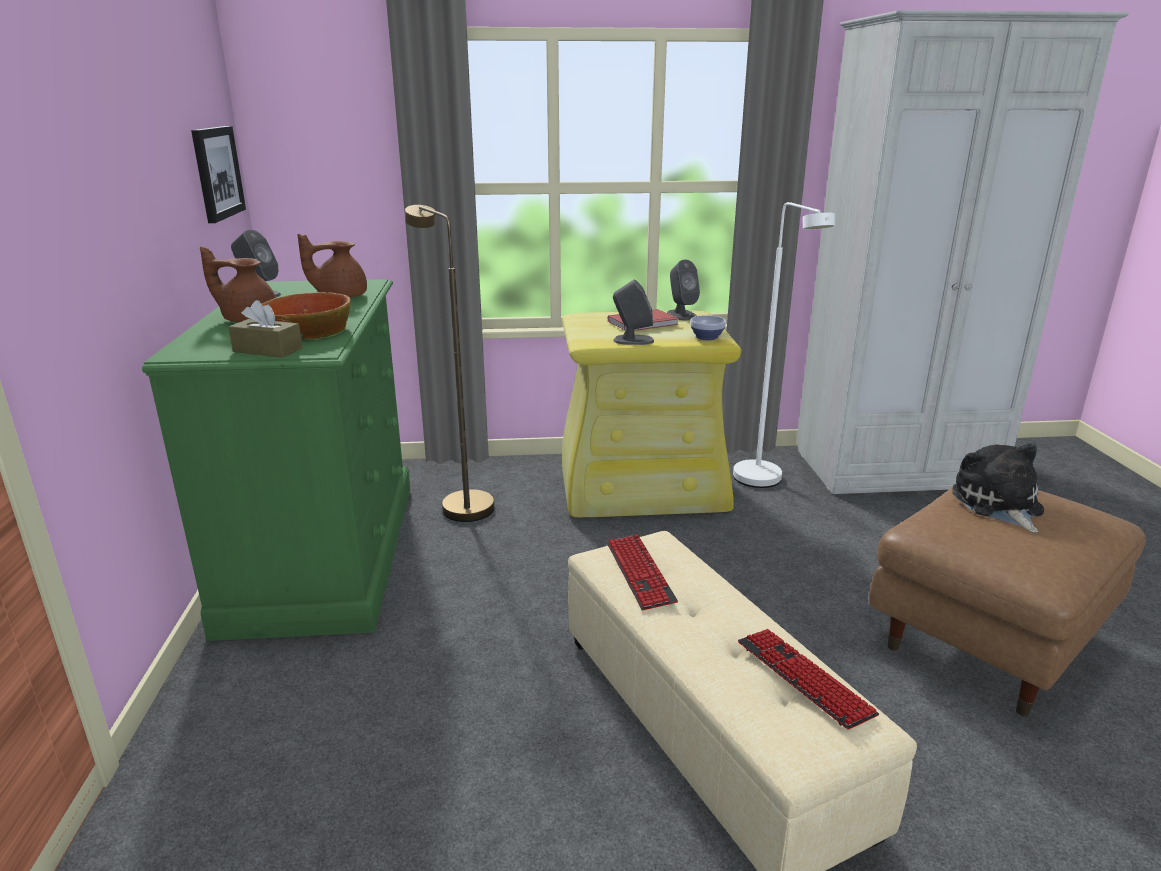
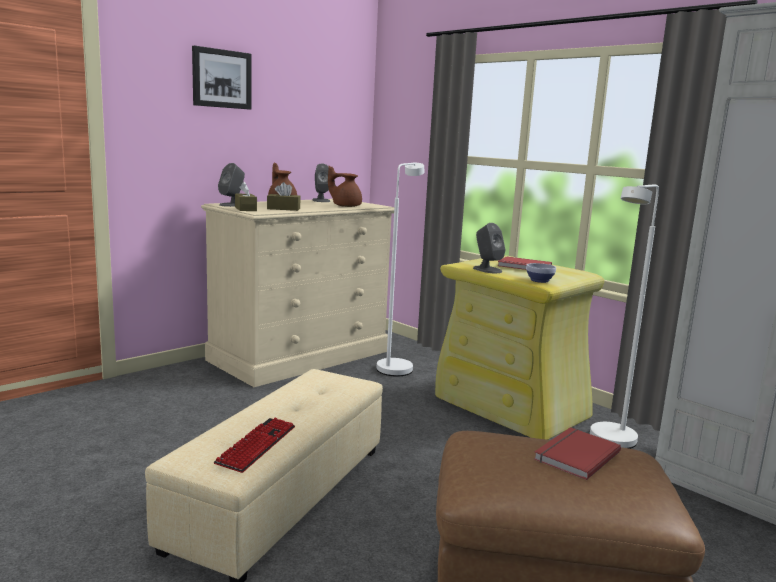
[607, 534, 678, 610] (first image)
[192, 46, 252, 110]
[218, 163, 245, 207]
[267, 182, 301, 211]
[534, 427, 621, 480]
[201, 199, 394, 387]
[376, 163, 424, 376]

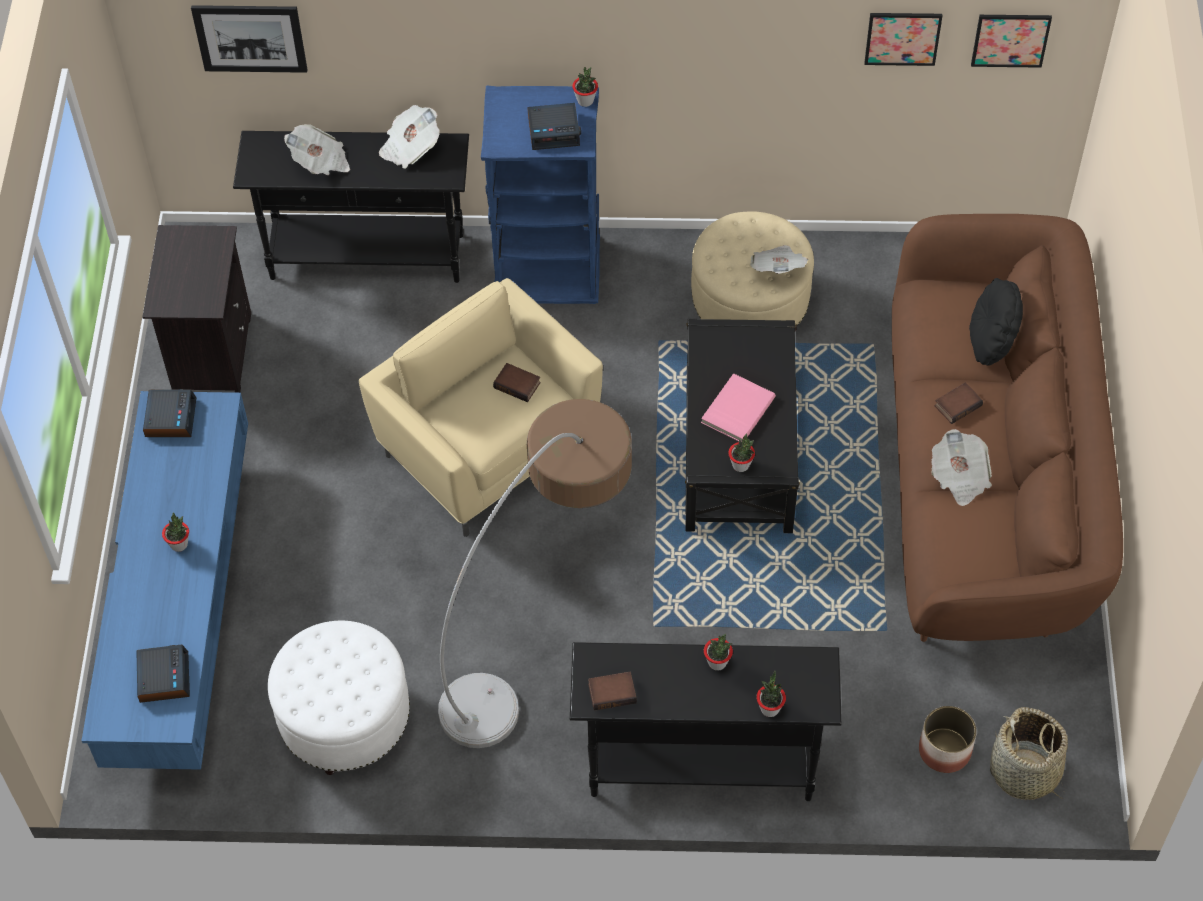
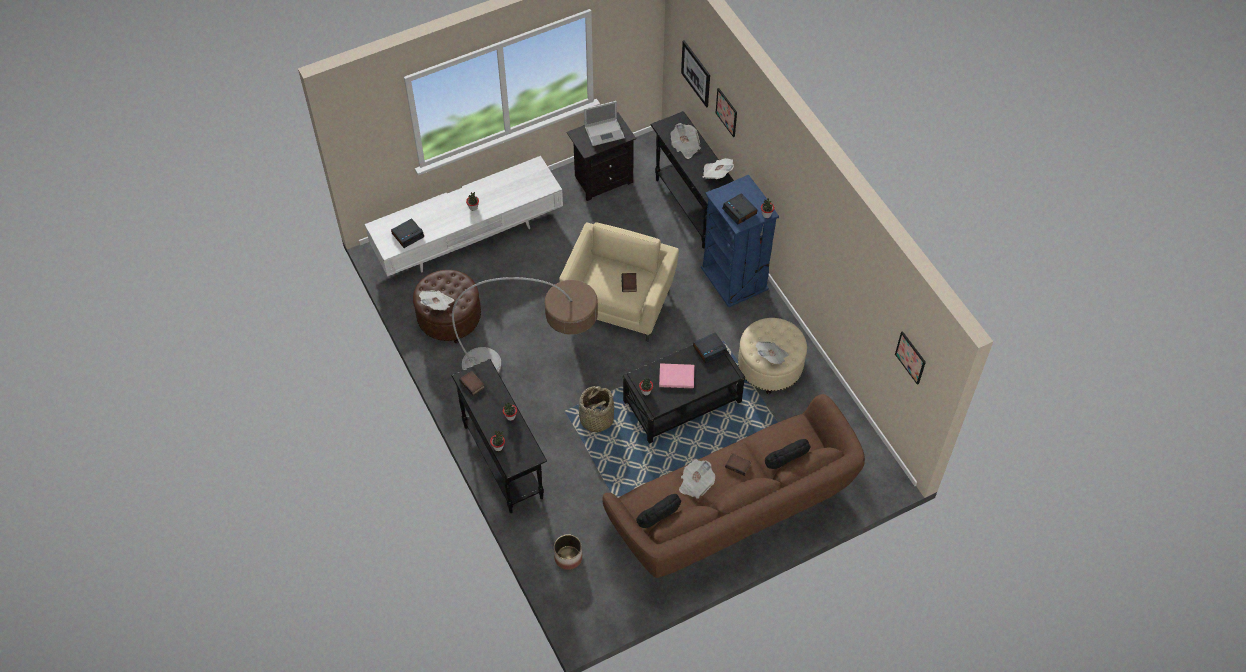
[419, 290, 454, 310]
[584, 101, 625, 146]
[636, 494, 681, 528]
[693, 332, 727, 364]
[716, 88, 737, 137]
[579, 386, 614, 434]
[365, 156, 563, 277]
[413, 270, 481, 343]

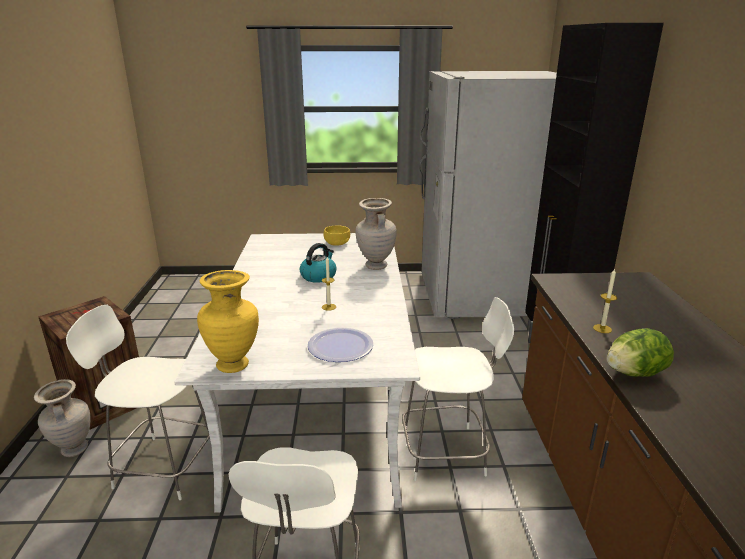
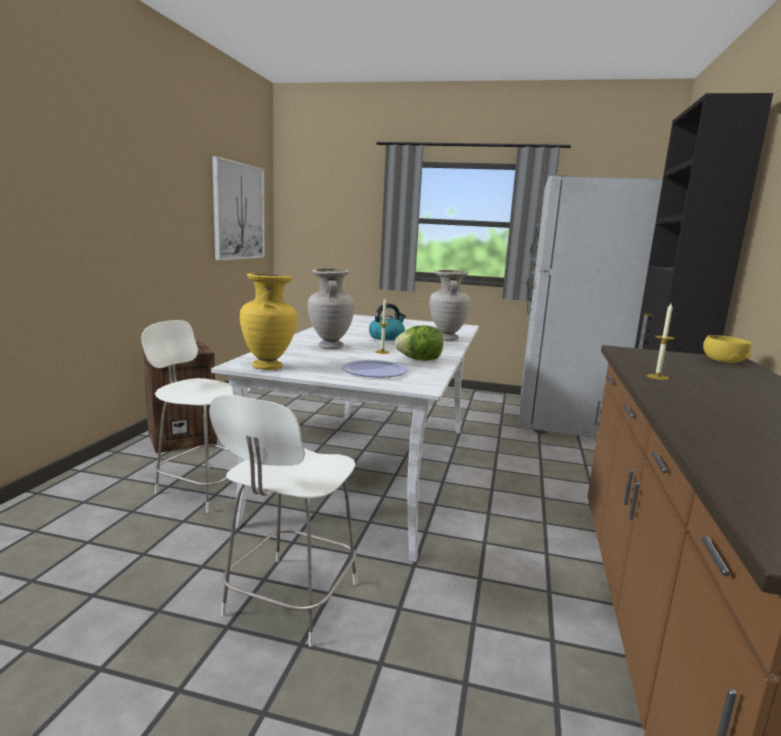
[402, 297, 514, 481] (first image)
[212, 156, 265, 261]
[308, 268, 355, 349]
[703, 335, 752, 363]
[395, 326, 443, 361]

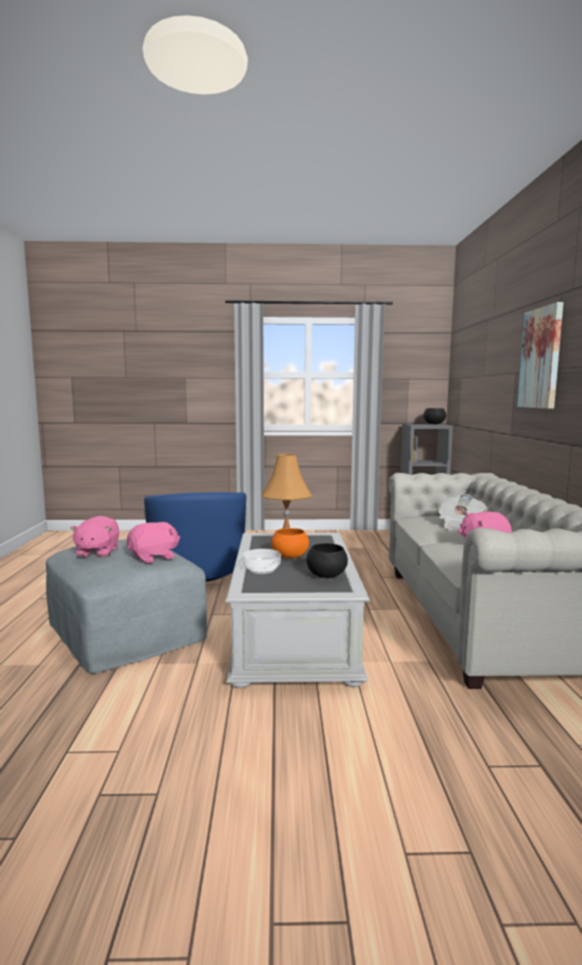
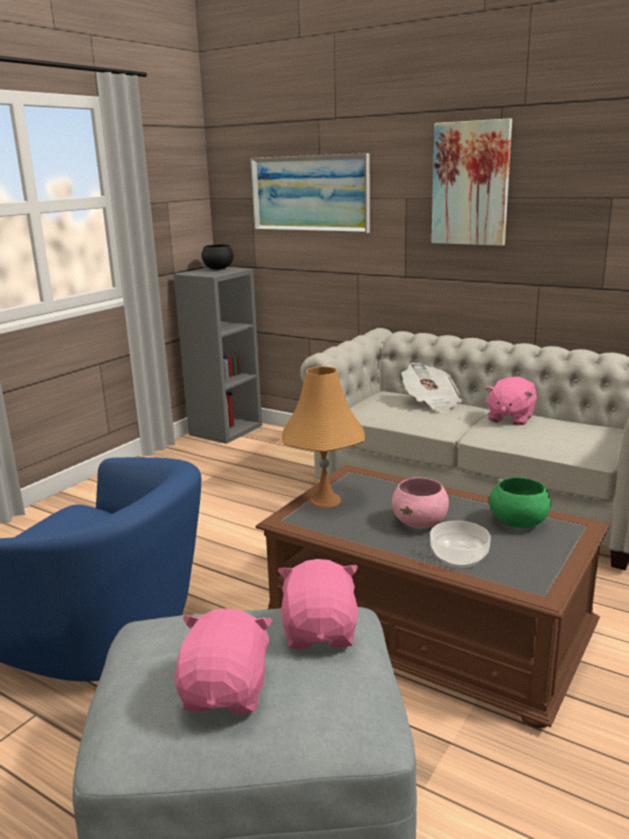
[250, 153, 370, 233]
[256, 465, 610, 728]
[392, 477, 449, 528]
[489, 477, 551, 528]
[174, 608, 272, 714]

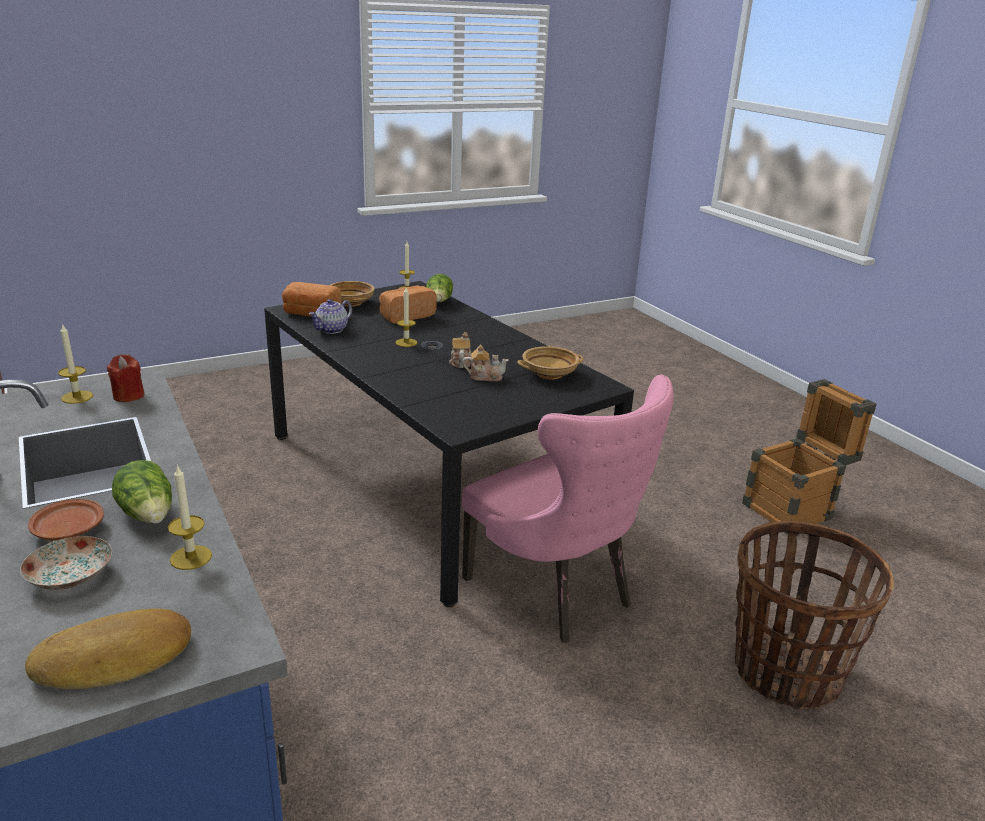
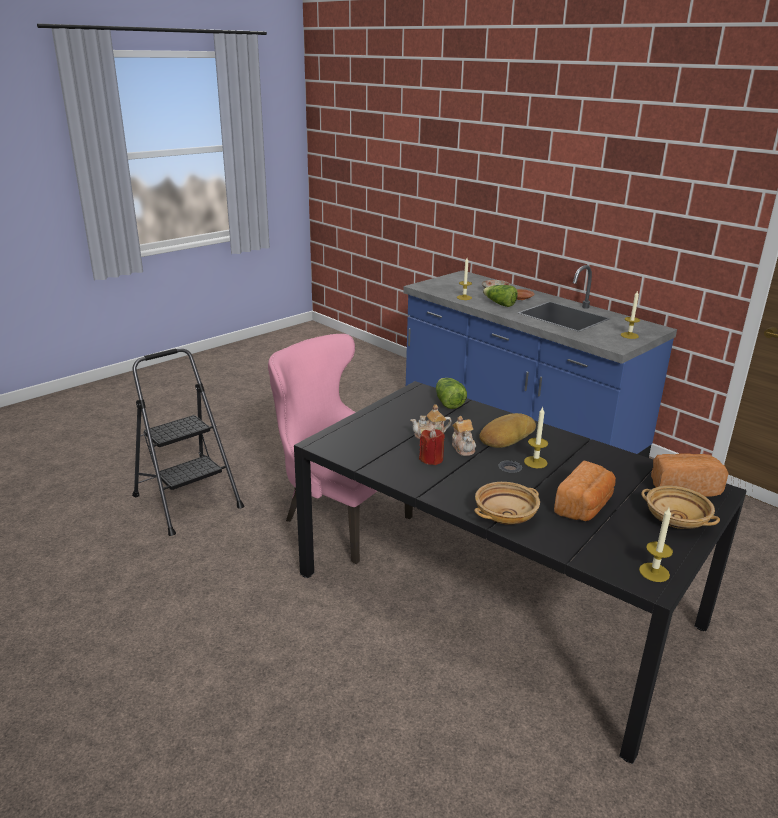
[309, 299, 352, 334] (first image)
[742, 379, 876, 534] (first image)
[479, 413, 536, 448]
[419, 429, 445, 465]
[436, 378, 467, 409]
[474, 482, 540, 525]
[132, 348, 244, 536]

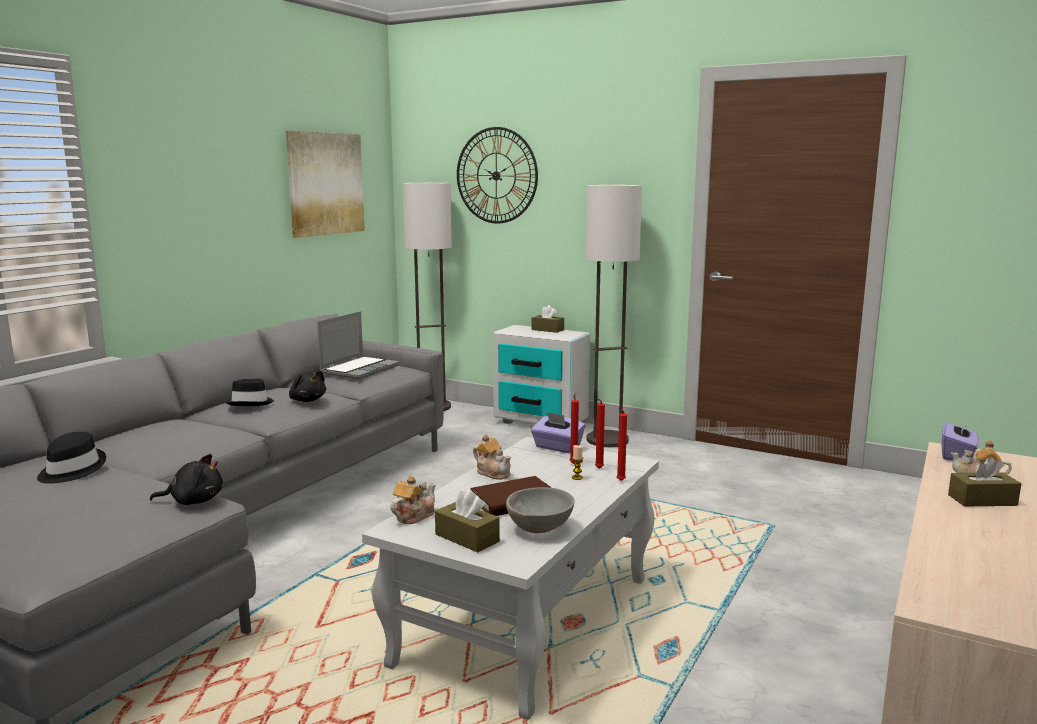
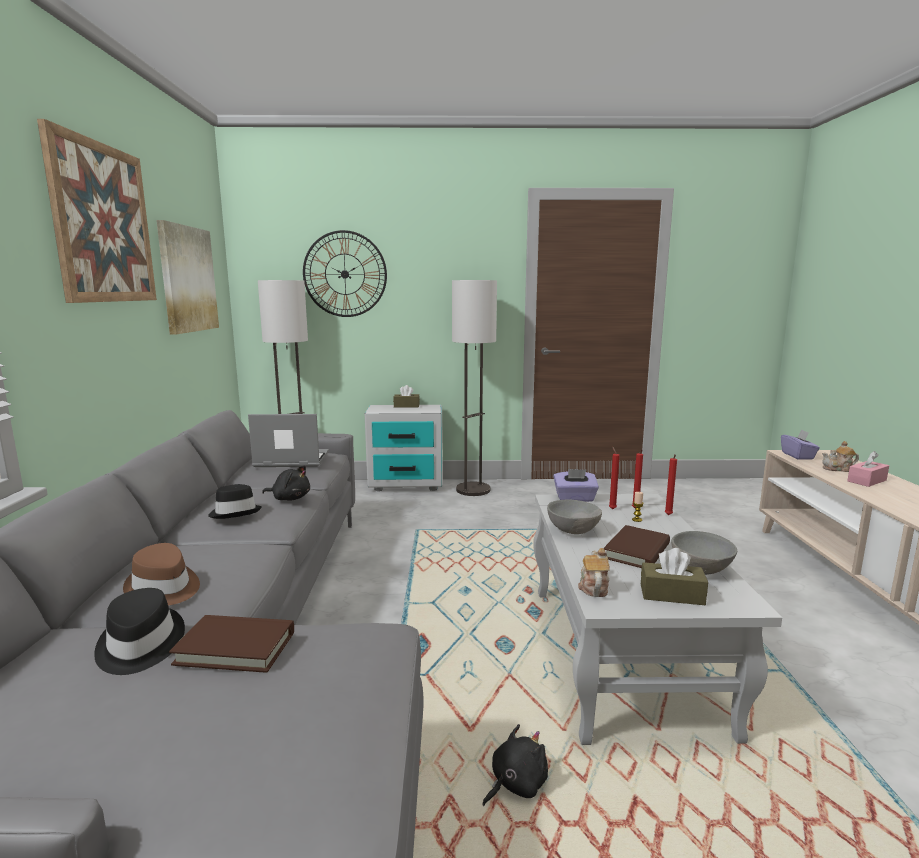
[37, 119, 157, 303]
[123, 543, 200, 606]
[169, 615, 294, 673]
[482, 724, 548, 806]
[547, 500, 602, 534]
[847, 451, 889, 487]
[248, 414, 329, 467]

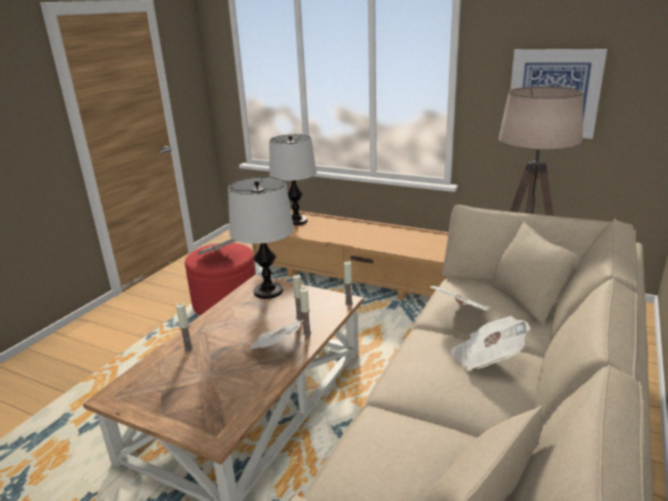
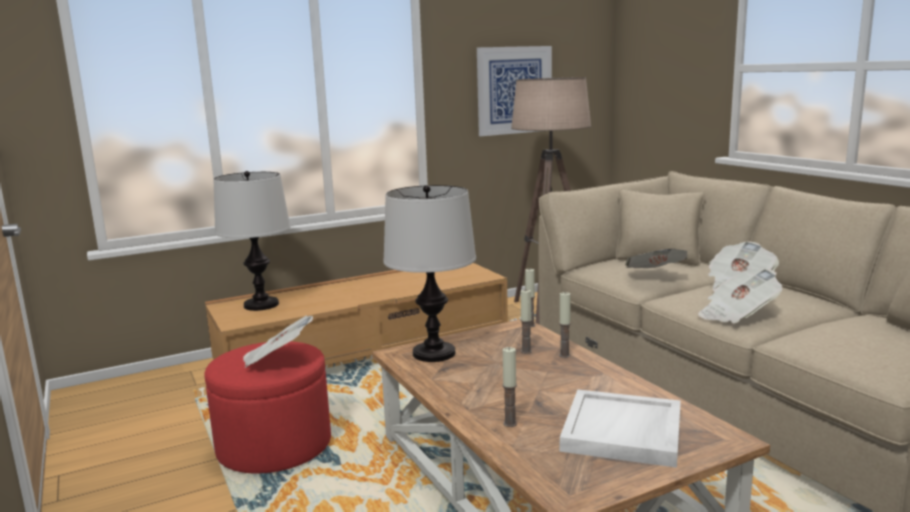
[560, 389, 681, 468]
[698, 269, 783, 323]

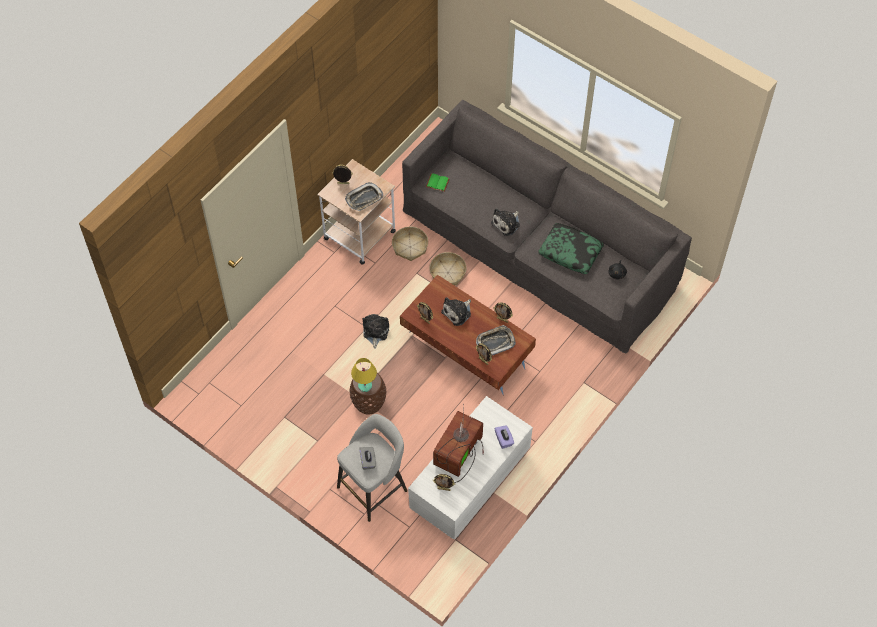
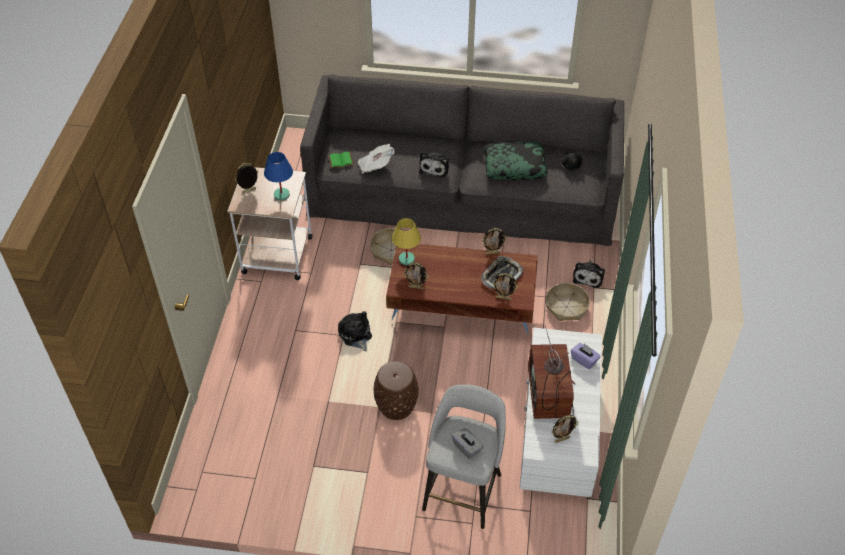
[358, 144, 395, 173]
[392, 218, 421, 265]
[546, 283, 590, 321]
[573, 260, 605, 288]
[264, 152, 293, 201]

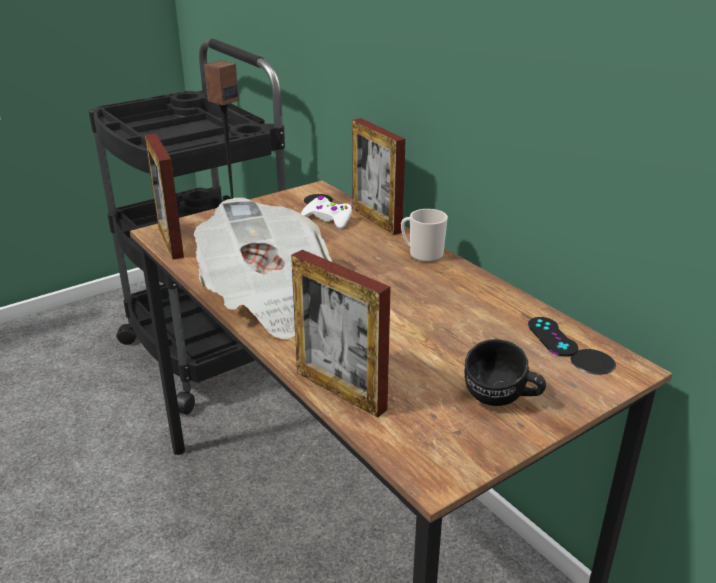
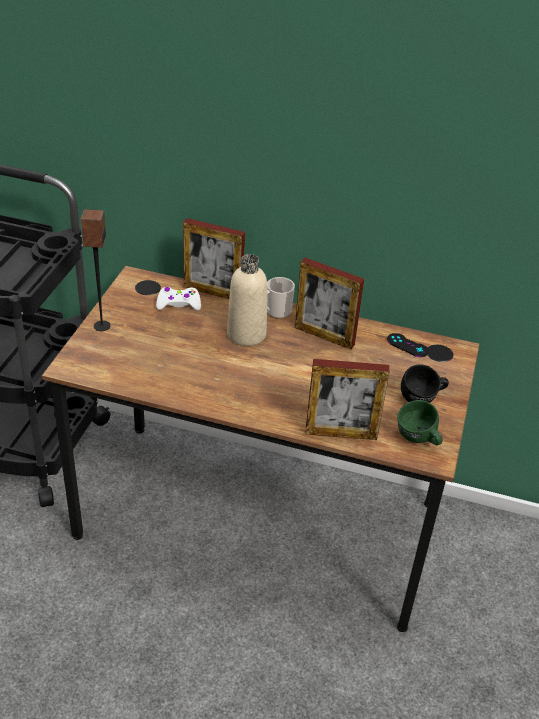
[194, 197, 332, 339] (first image)
[227, 254, 267, 346]
[397, 400, 443, 445]
[295, 258, 364, 350]

